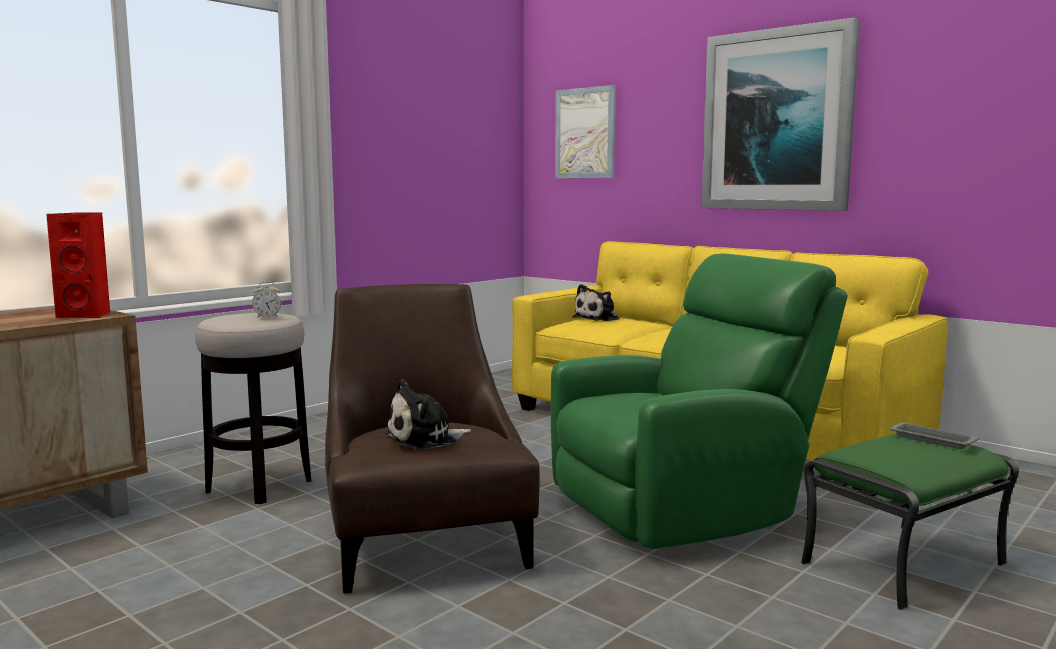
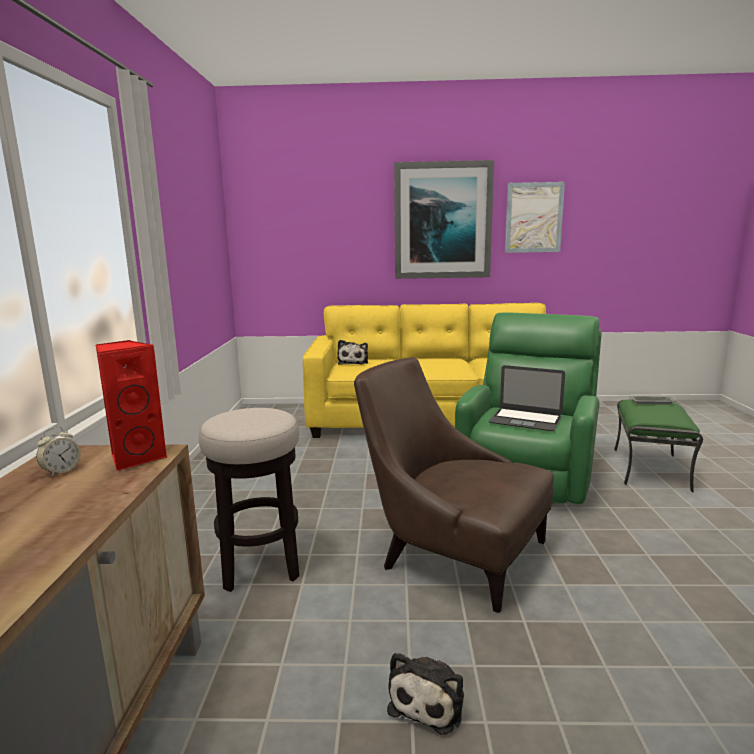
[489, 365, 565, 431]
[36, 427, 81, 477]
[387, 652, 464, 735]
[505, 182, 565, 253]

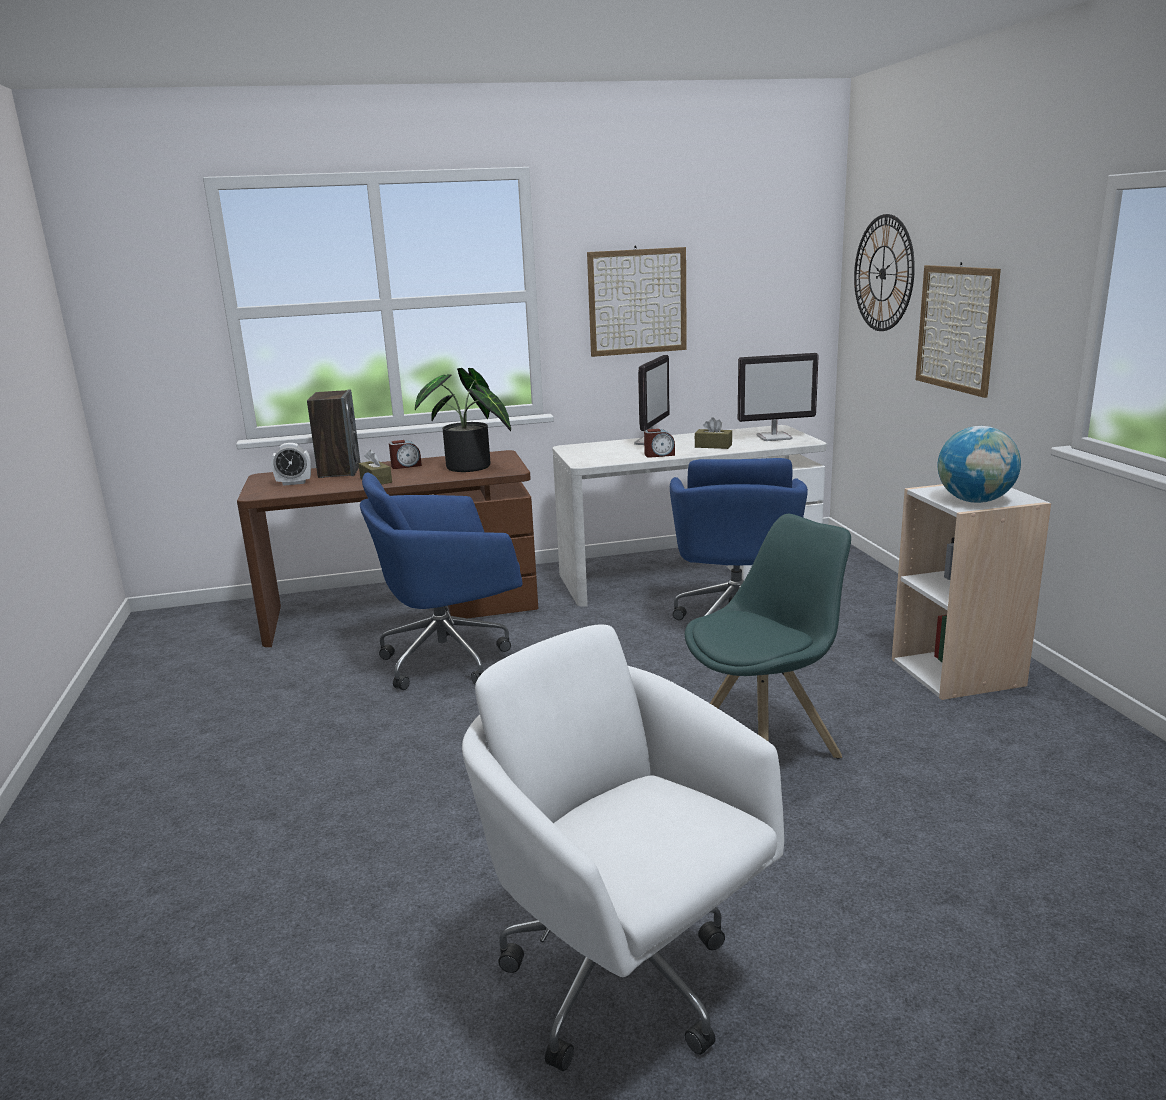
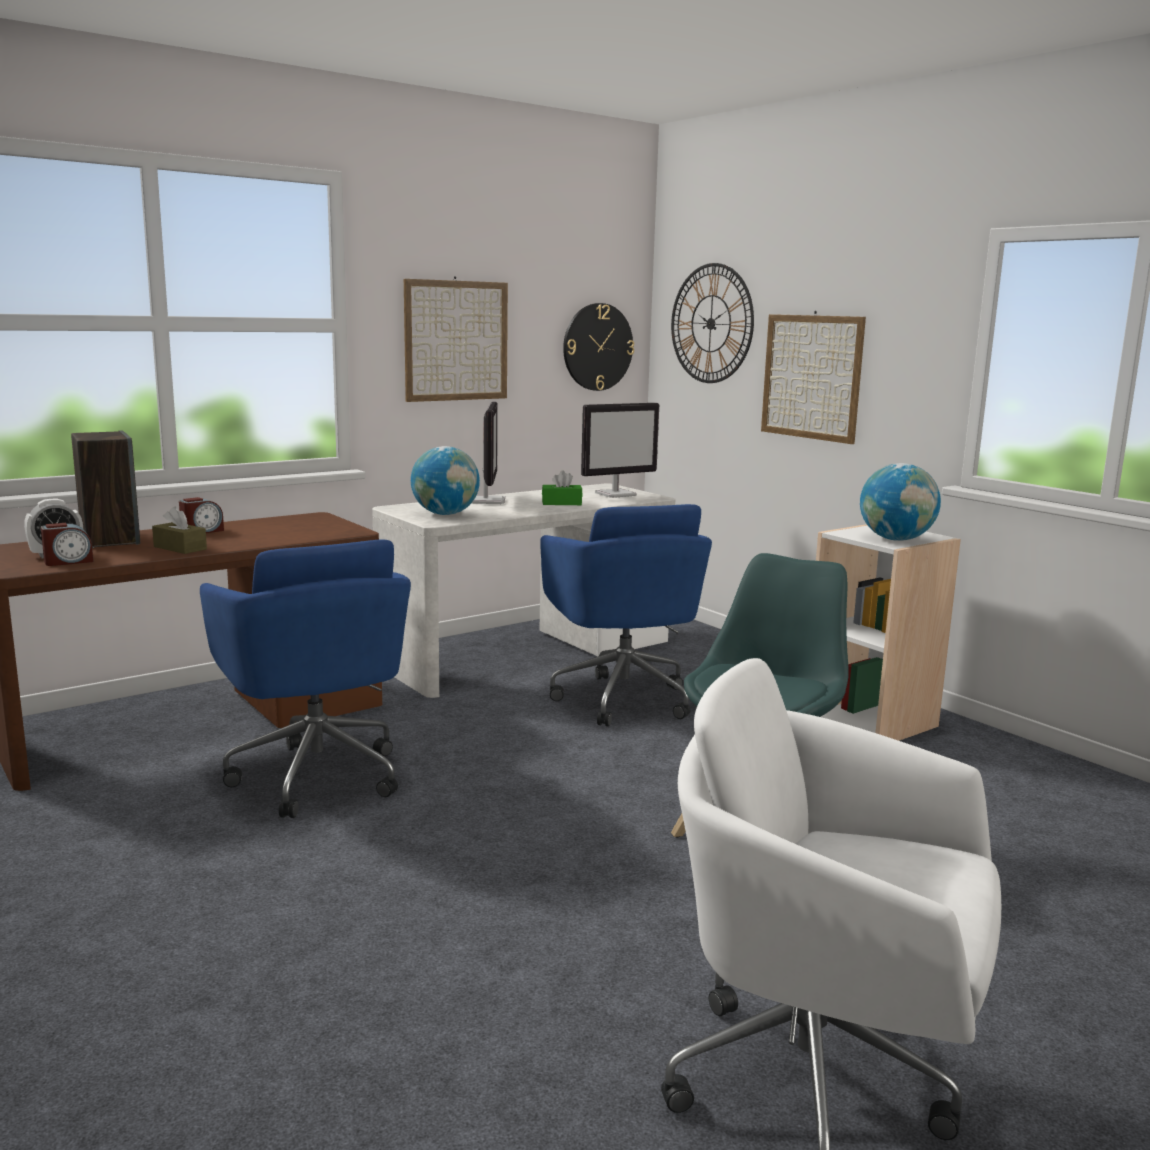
[415, 368, 511, 472] (first image)
[411, 446, 480, 515]
[563, 303, 634, 391]
[41, 523, 94, 566]
[542, 470, 582, 505]
[200, 540, 411, 818]

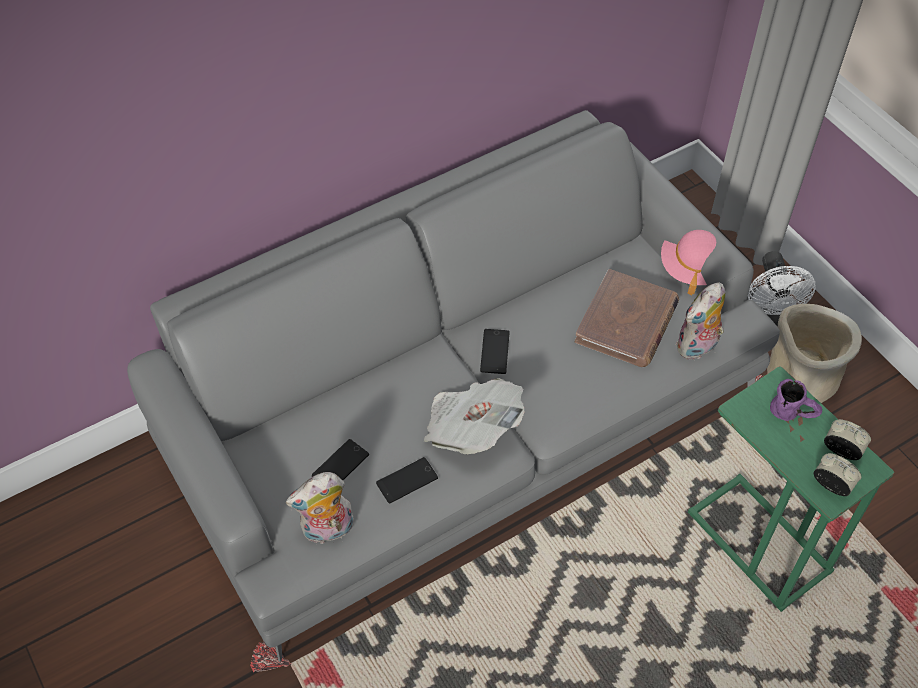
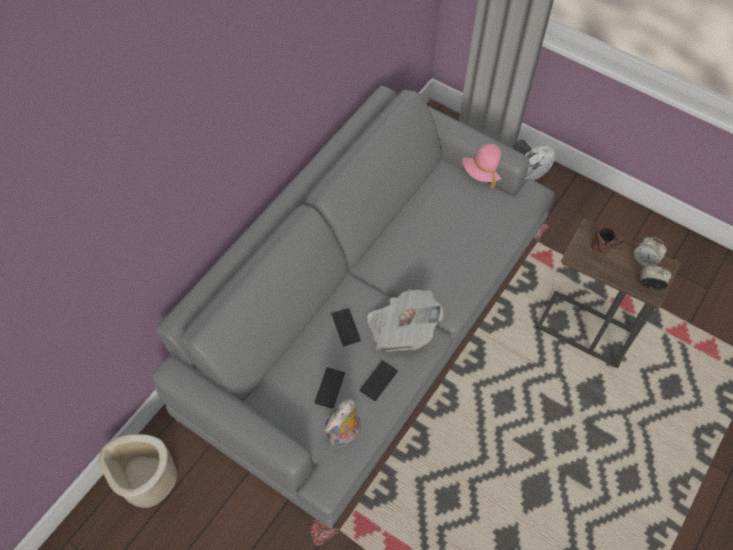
[575, 269, 679, 367] (first image)
[676, 282, 725, 360] (first image)
[332, 308, 361, 346]
[99, 434, 177, 508]
[536, 219, 680, 368]
[591, 226, 627, 254]
[634, 237, 667, 267]

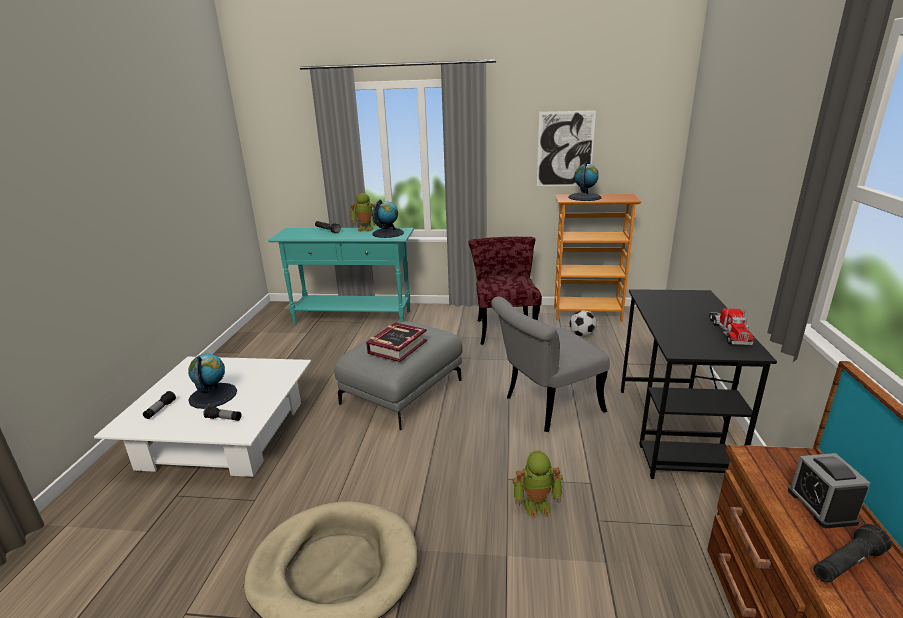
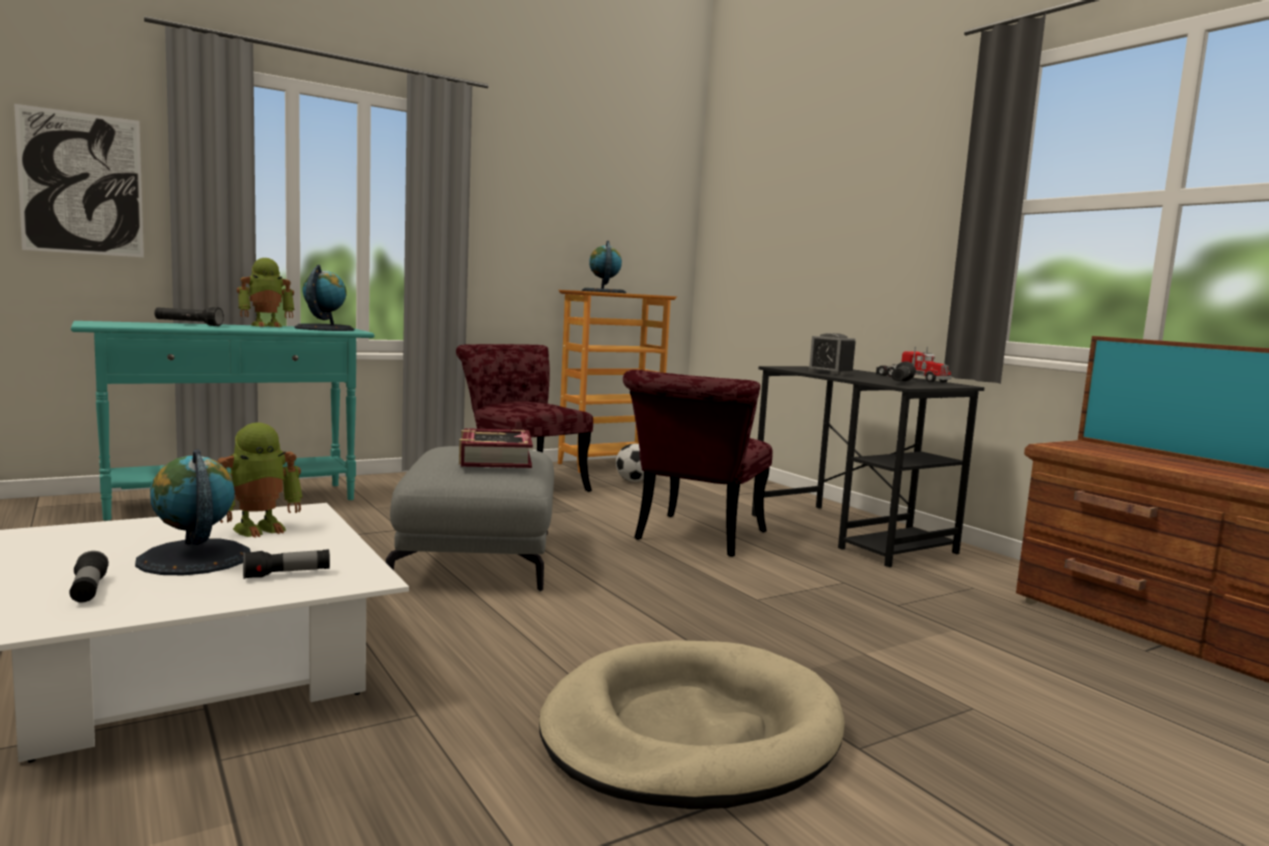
[217, 423, 303, 538]
[14, 104, 144, 257]
[807, 333, 856, 375]
[891, 361, 916, 381]
[623, 370, 772, 557]

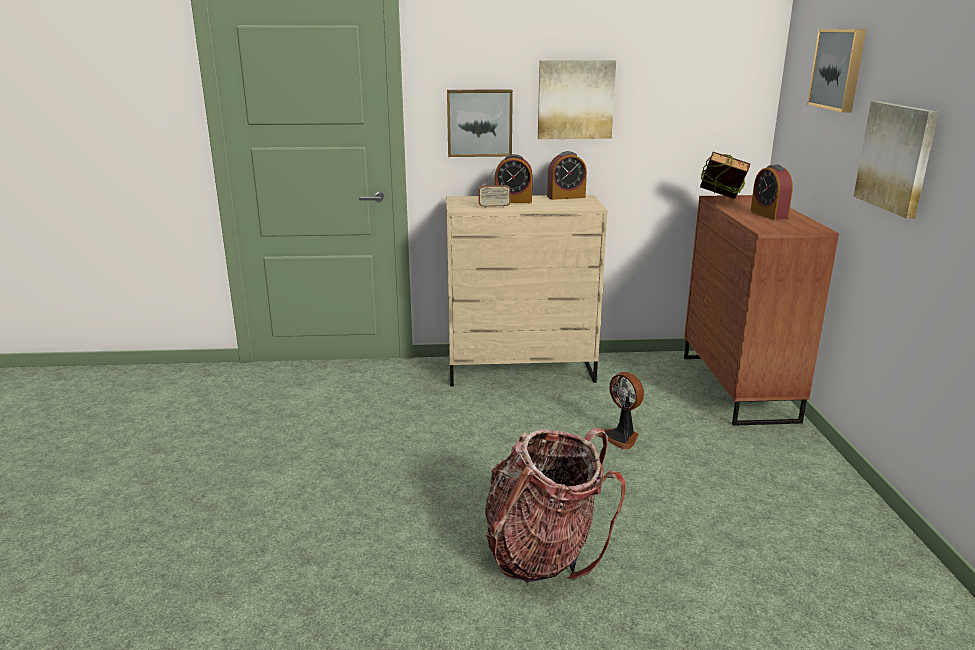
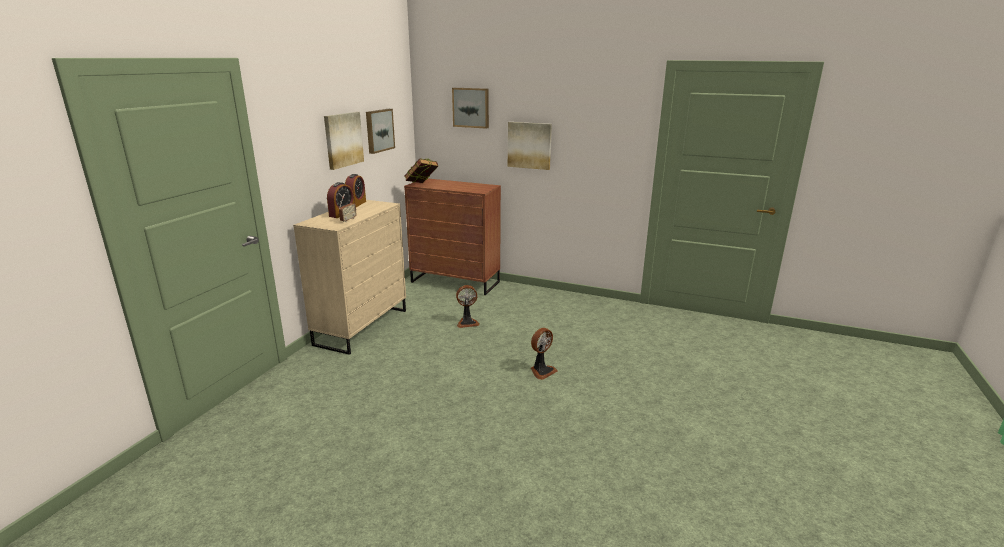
[751, 165, 793, 220] (first image)
[366, 109, 395, 154]
[530, 328, 558, 380]

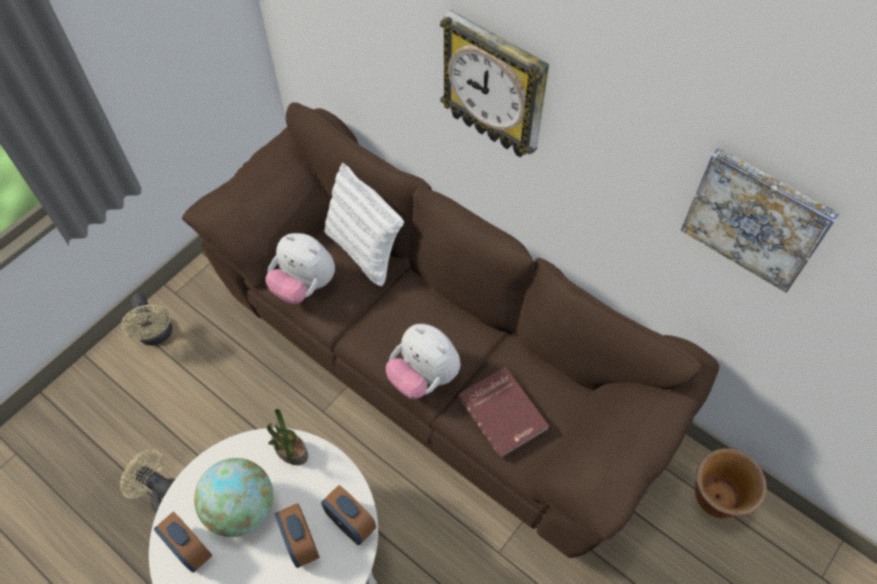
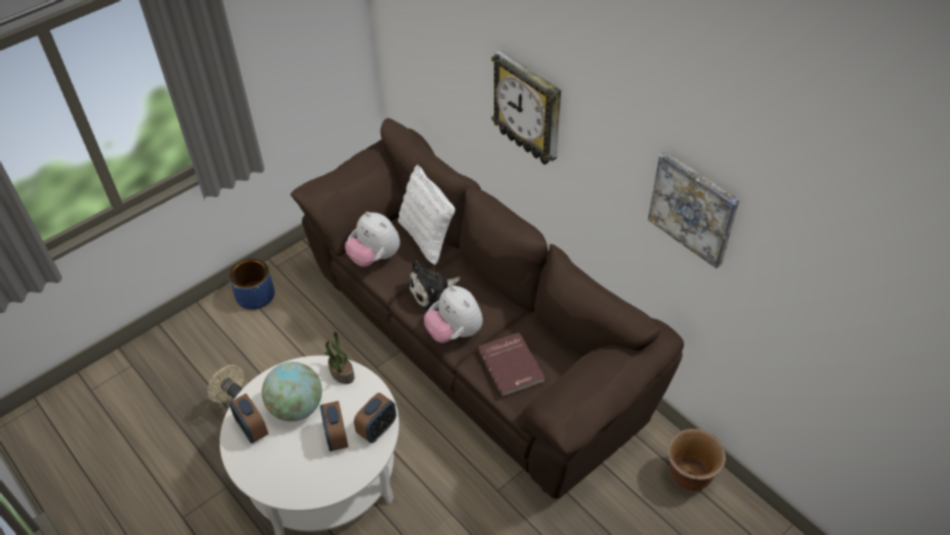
[408, 261, 460, 311]
[229, 259, 275, 310]
[354, 393, 396, 443]

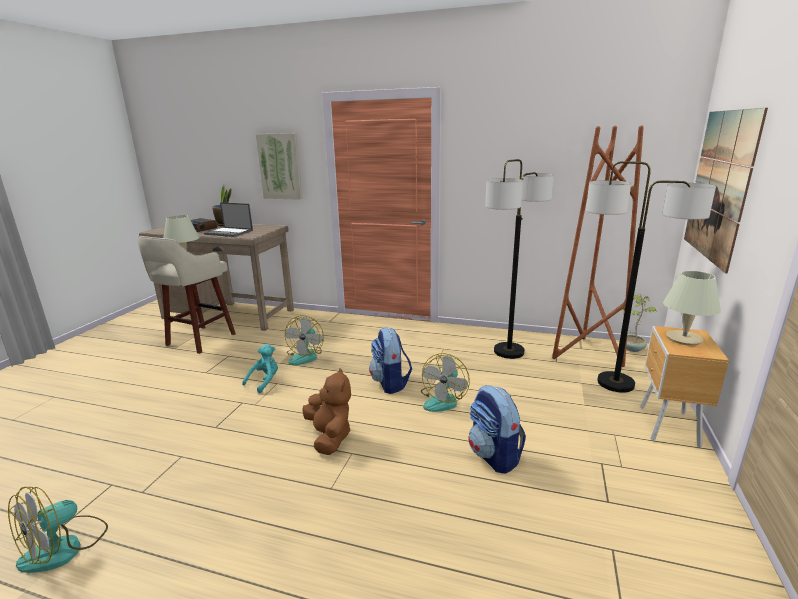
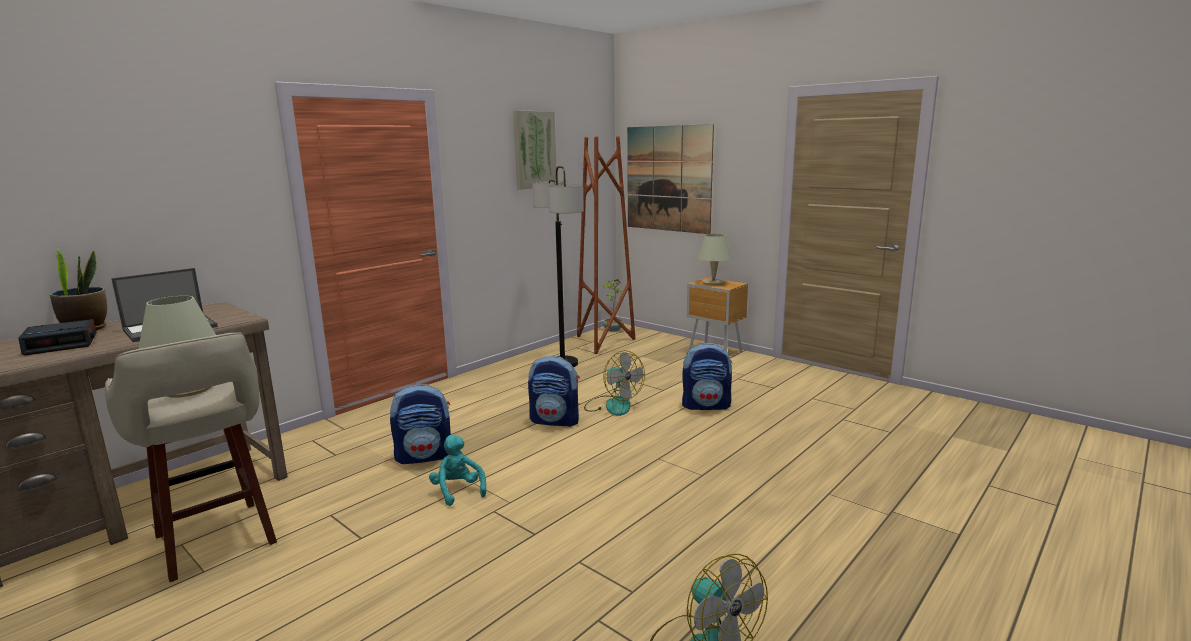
[302, 368, 351, 455] (first image)
[586, 161, 716, 393] (first image)
[513, 110, 556, 189]
[390, 384, 451, 464]

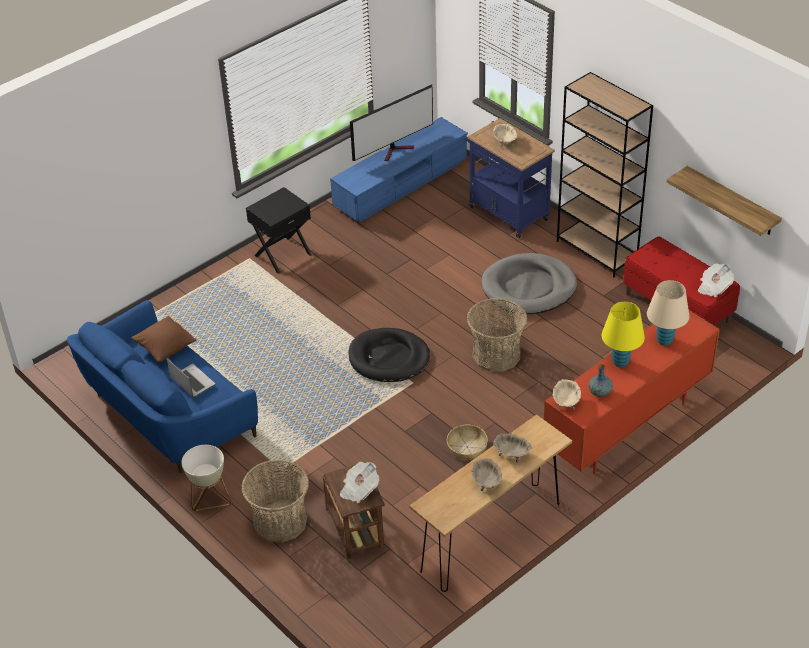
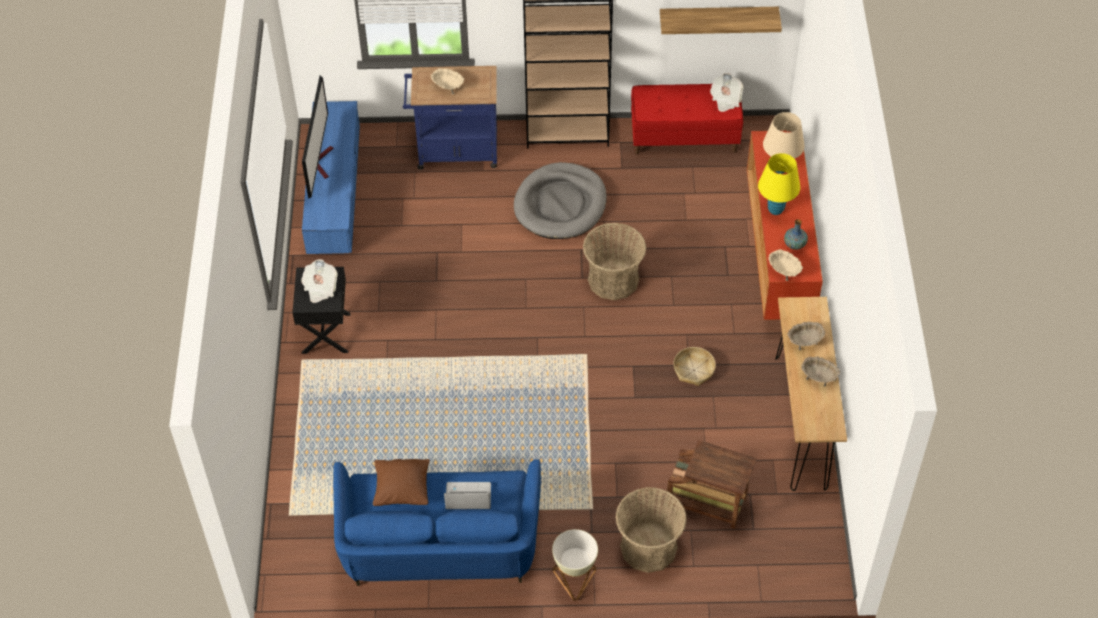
[348, 328, 430, 382] (first image)
[301, 259, 338, 303]

